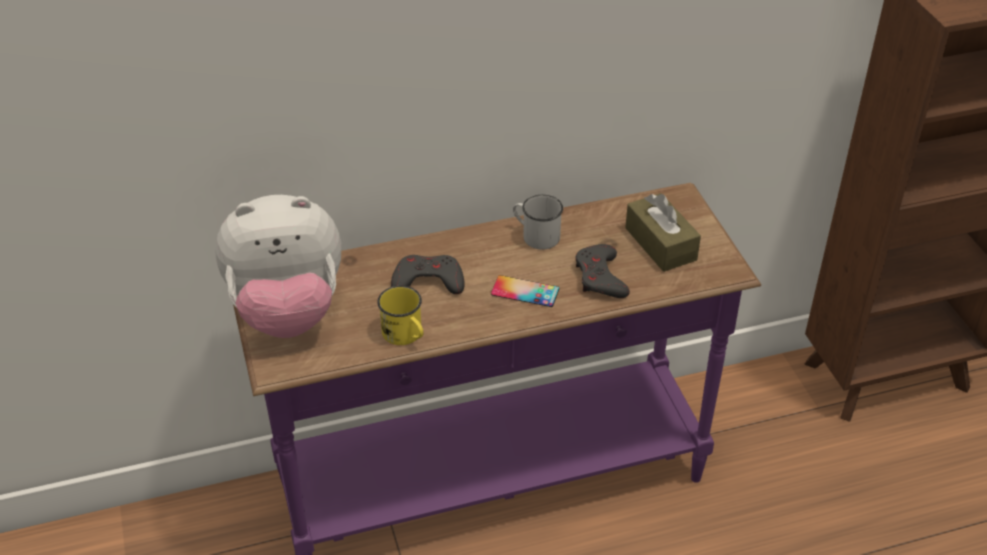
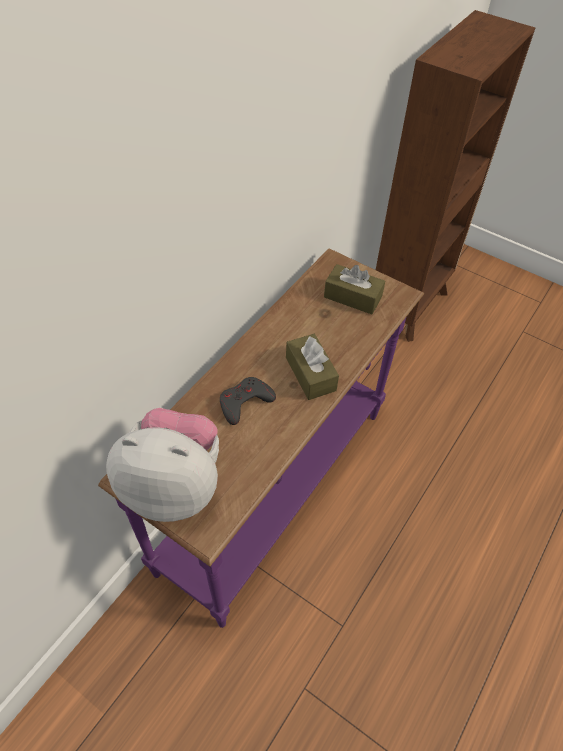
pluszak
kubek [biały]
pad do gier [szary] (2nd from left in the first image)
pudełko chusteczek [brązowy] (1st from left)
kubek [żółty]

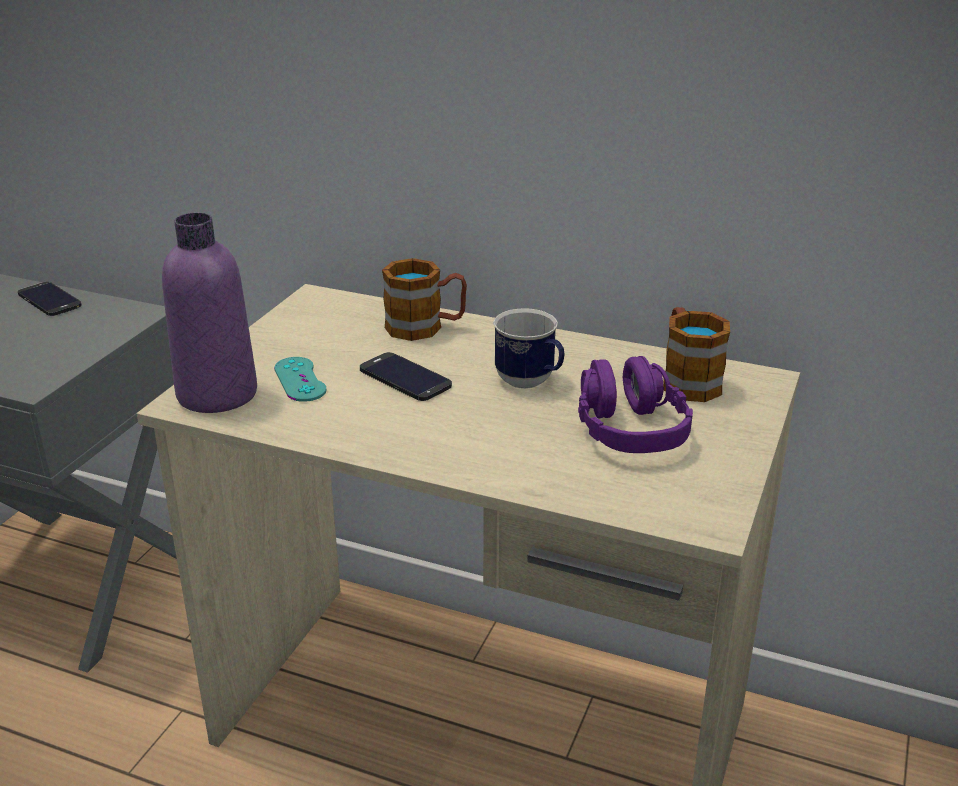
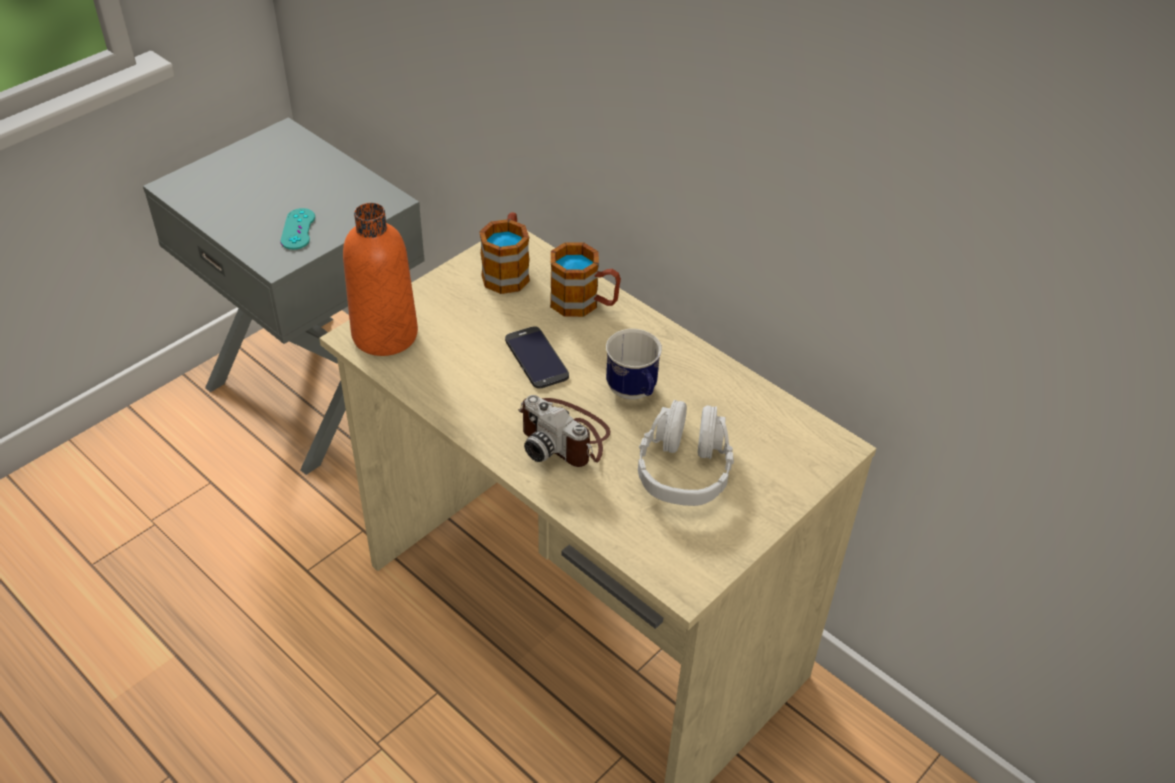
butelka [pomarańczowy]
telefon (1st from left in the first image)
kubek (1st from left)
słuchawki [szary]
pad do gier [turkusowy]
aparat fotograficzny

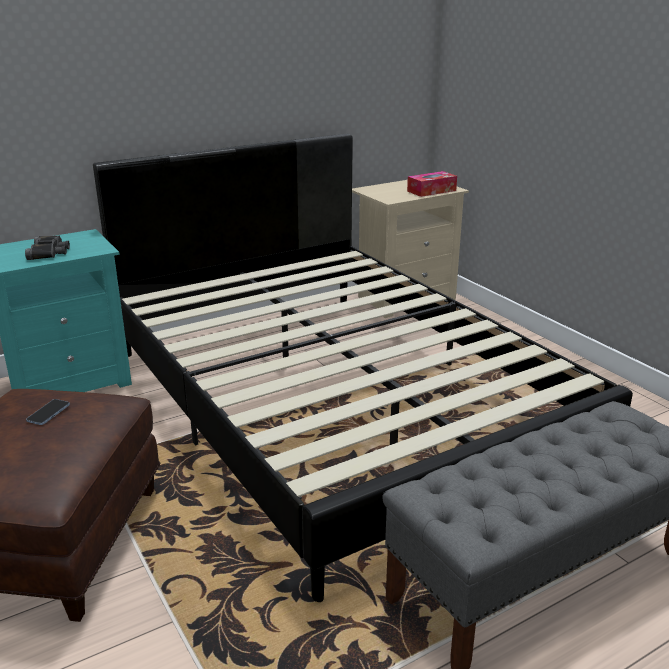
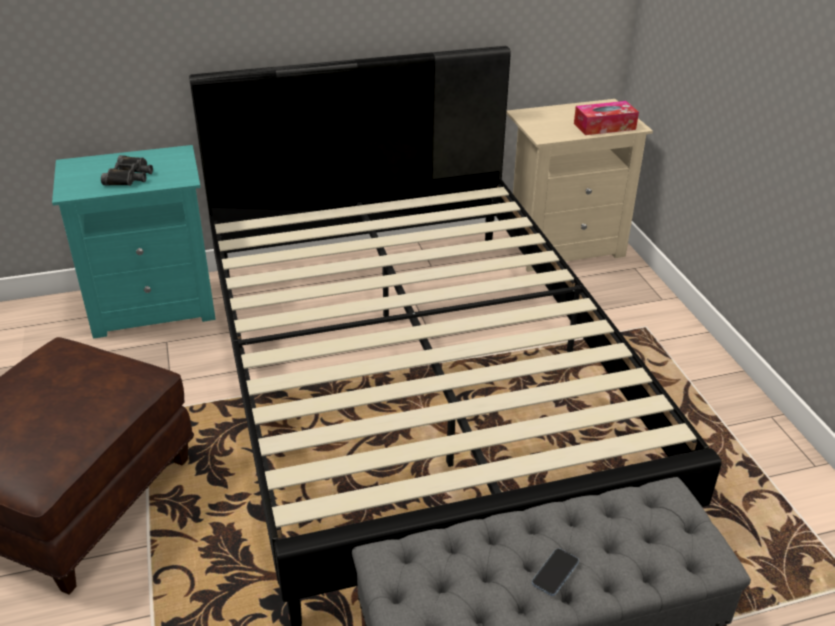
telefon

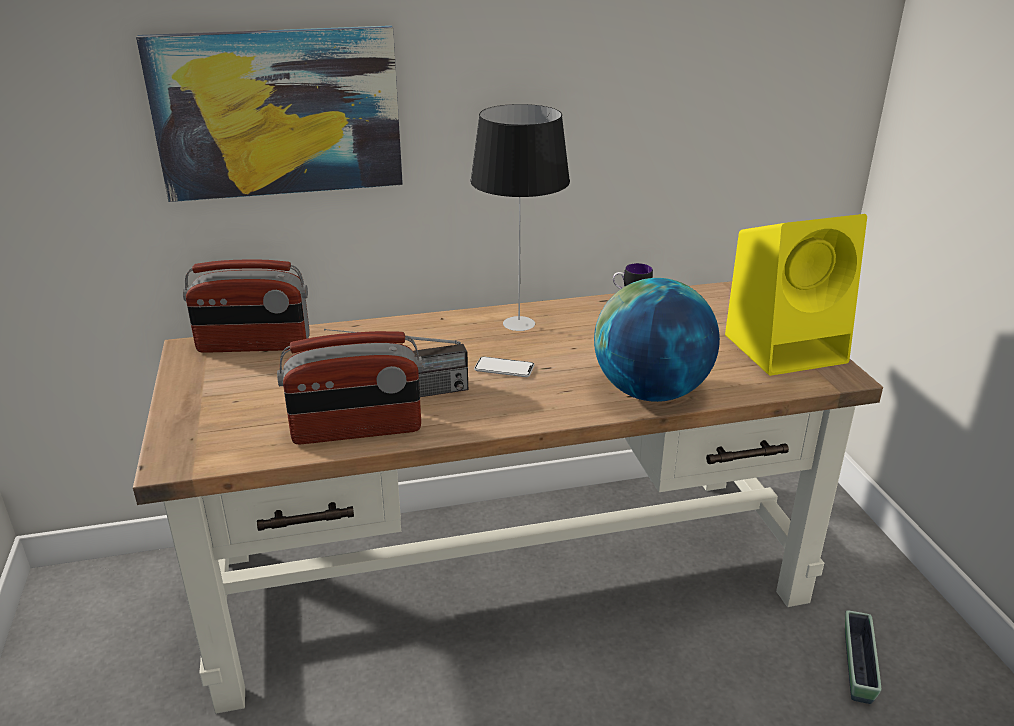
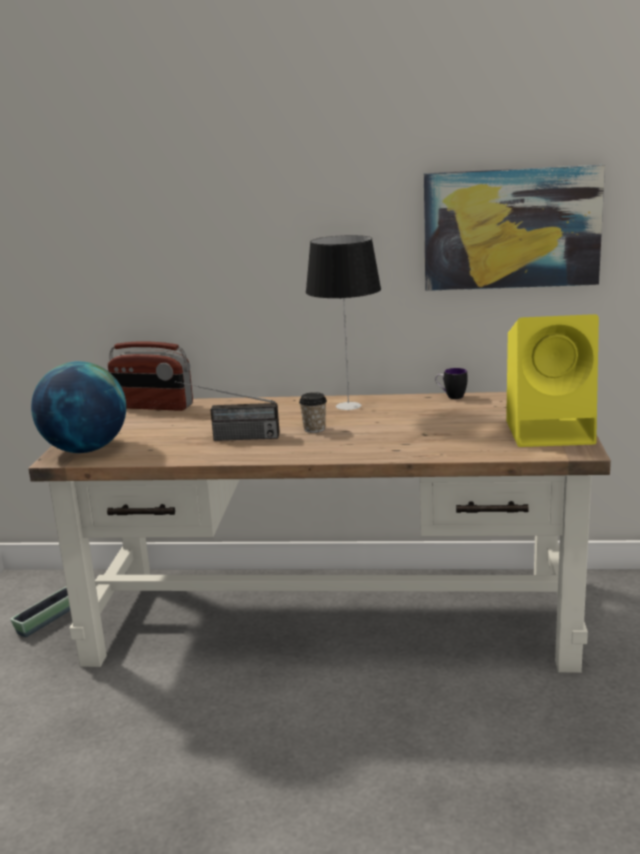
obraz
globus
radio (2nd from left in the first image)
filiżanka
donica

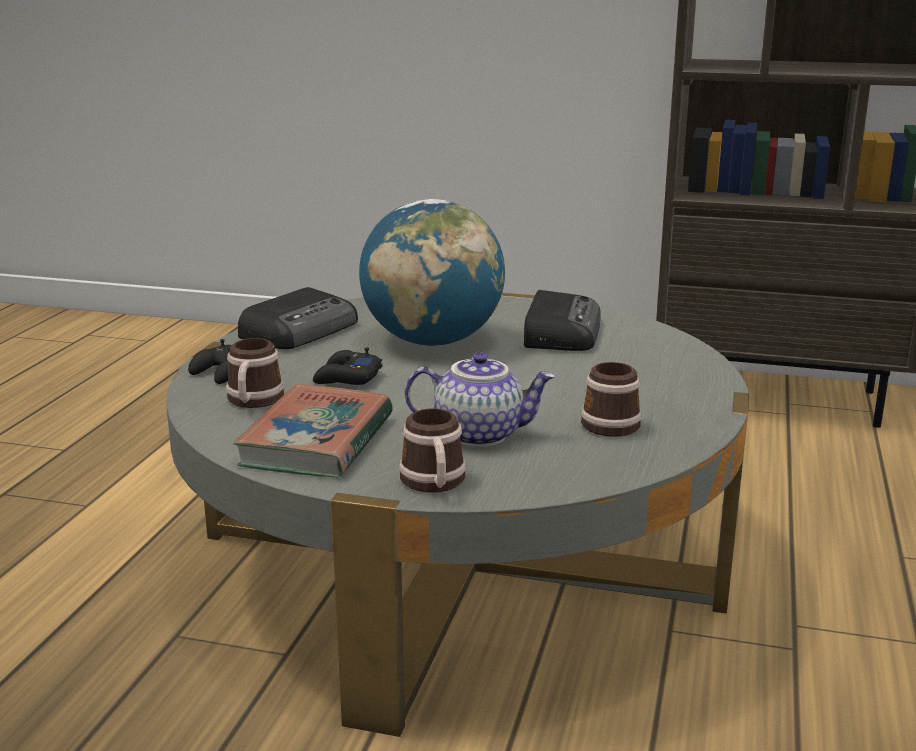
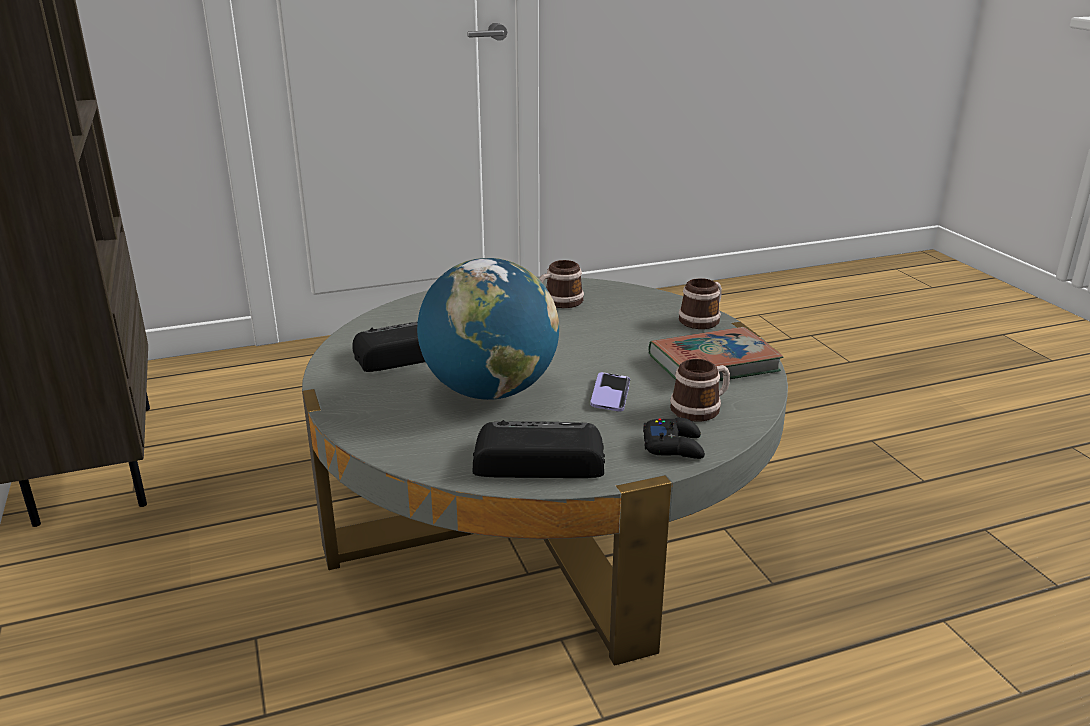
telefon
imbryk

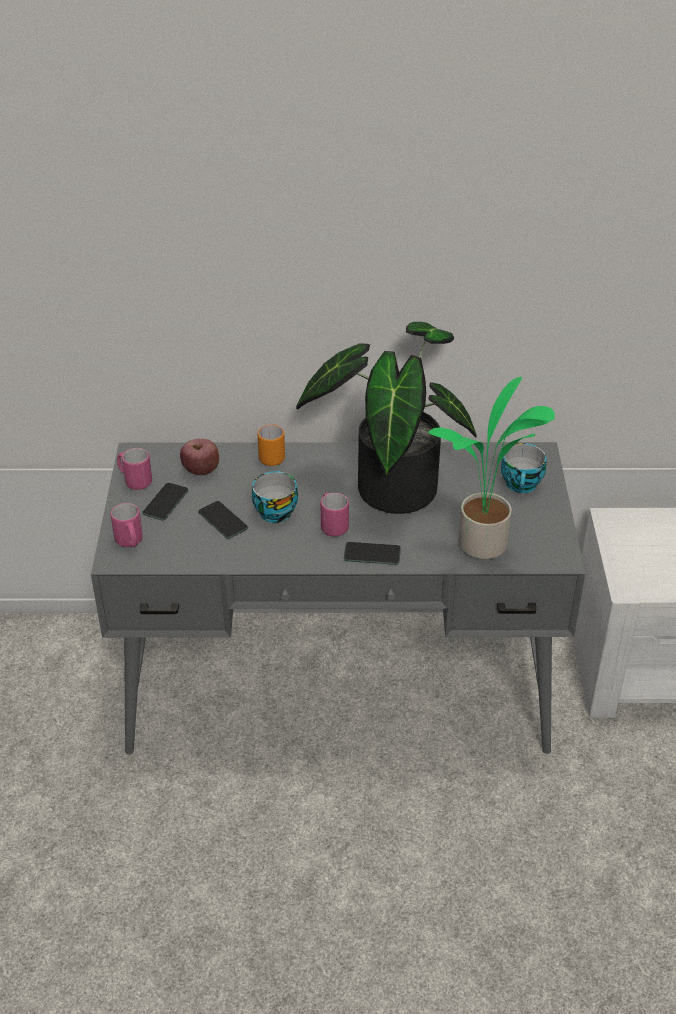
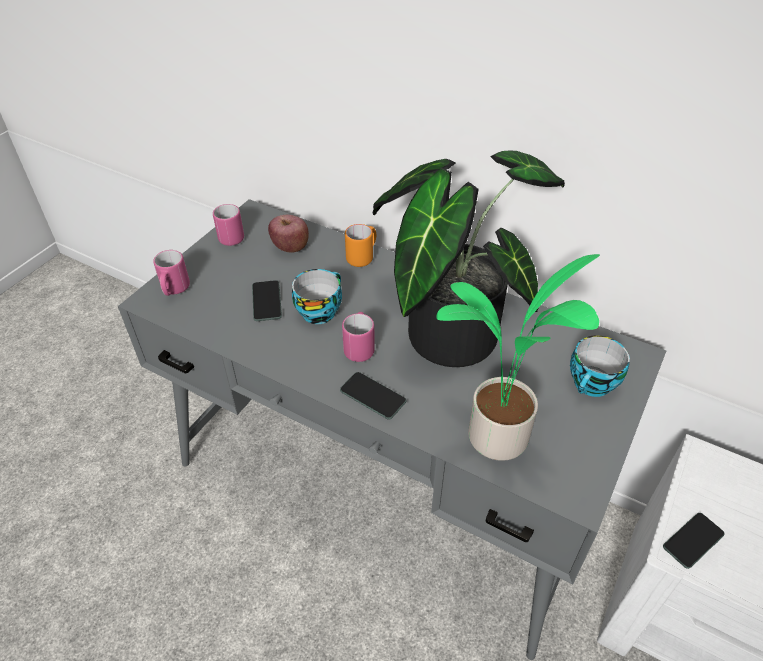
telefon (3rd from left)

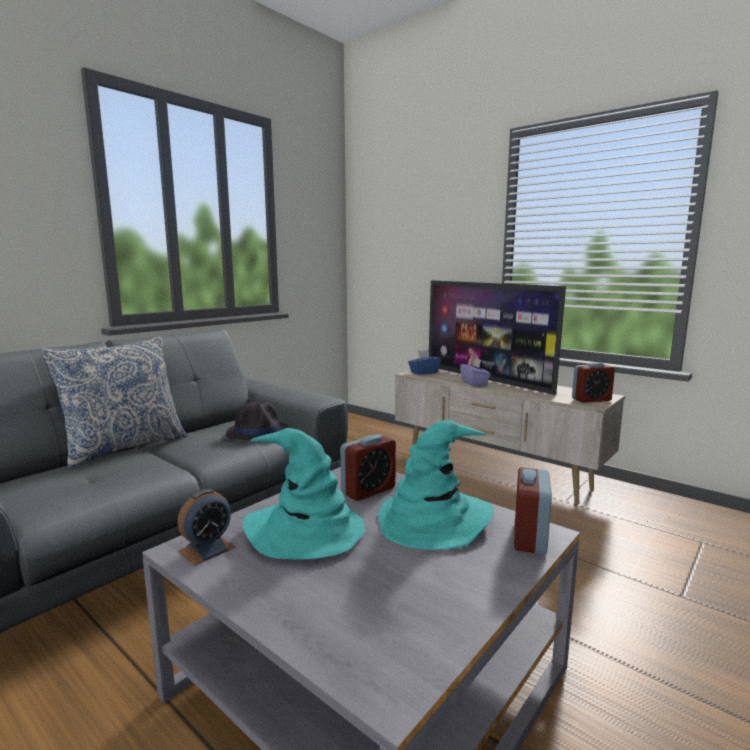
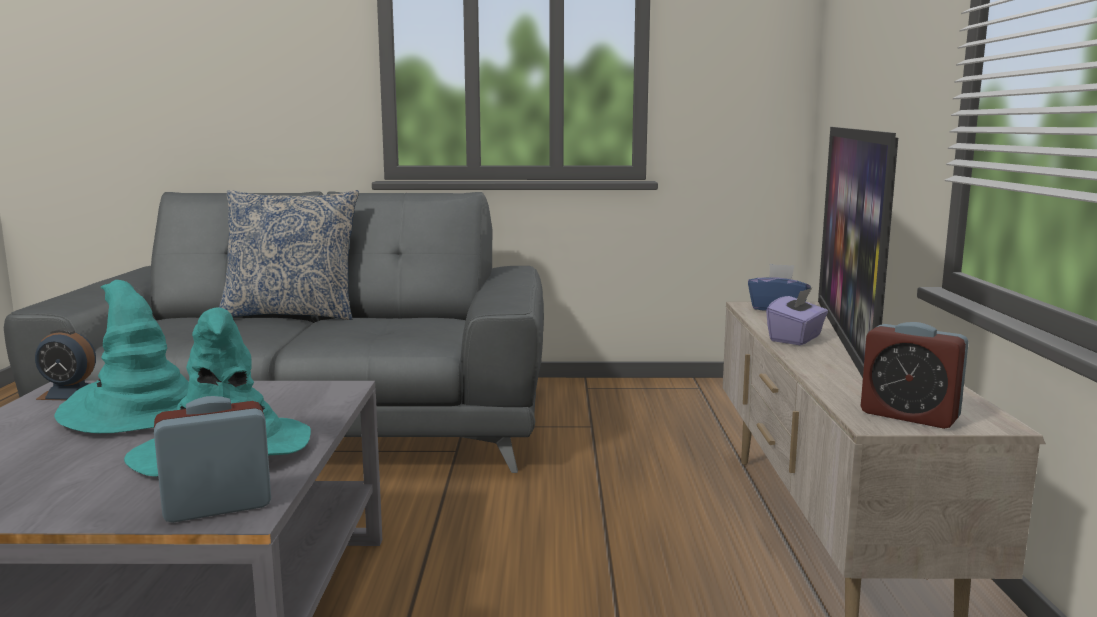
kapelusz [czarny]
budzik (2nd from left in the first image)

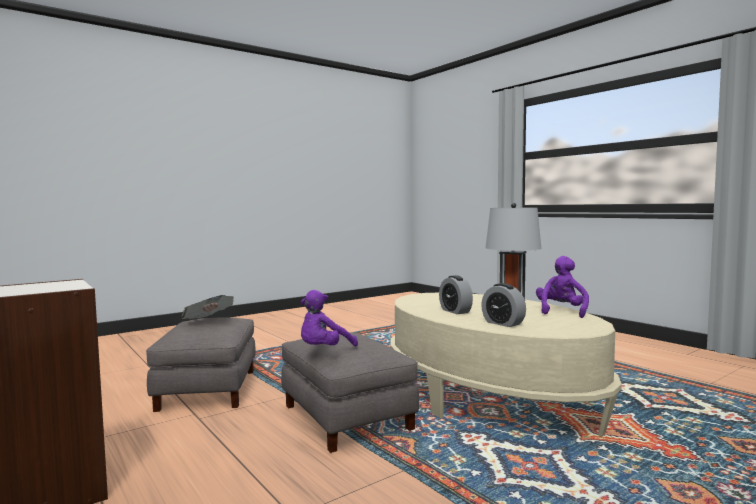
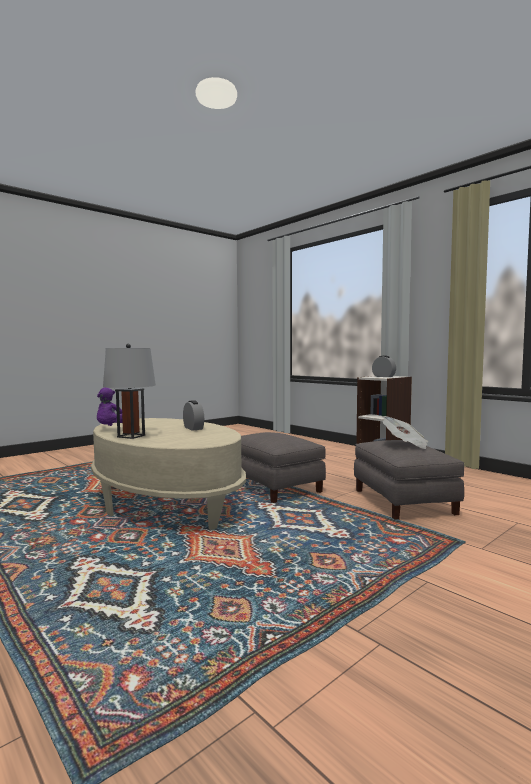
budzik (2nd from left)
pluszak [fioletowy] (1st from left in the first image)

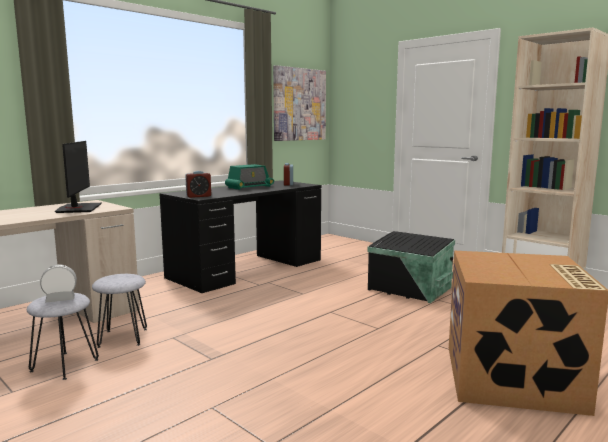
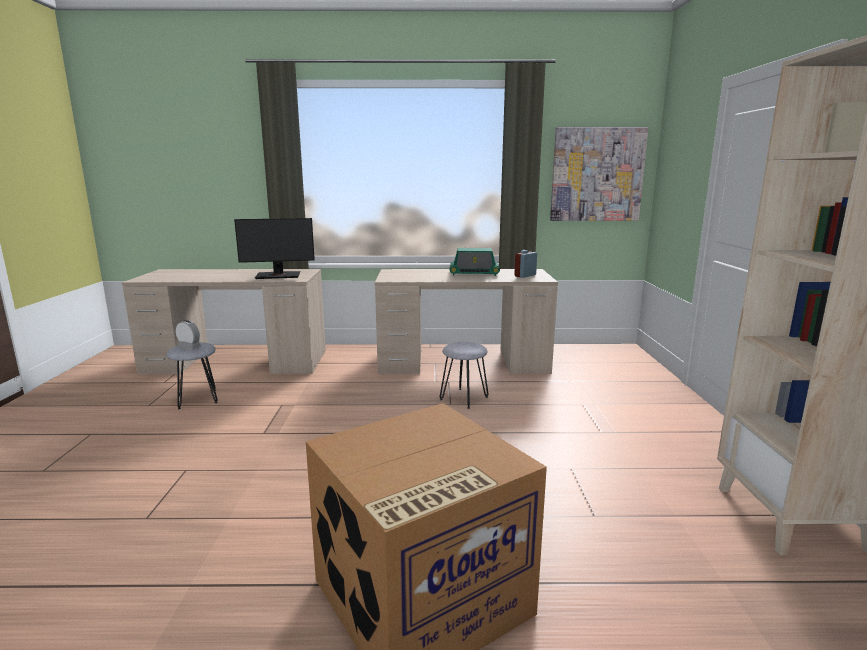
monitor
budzik (2nd from left in the first image)
biurko [beżowy] (2nd from left)
pojemnik do przechowywania [czarny]
stołek [szary] (2nd from left)

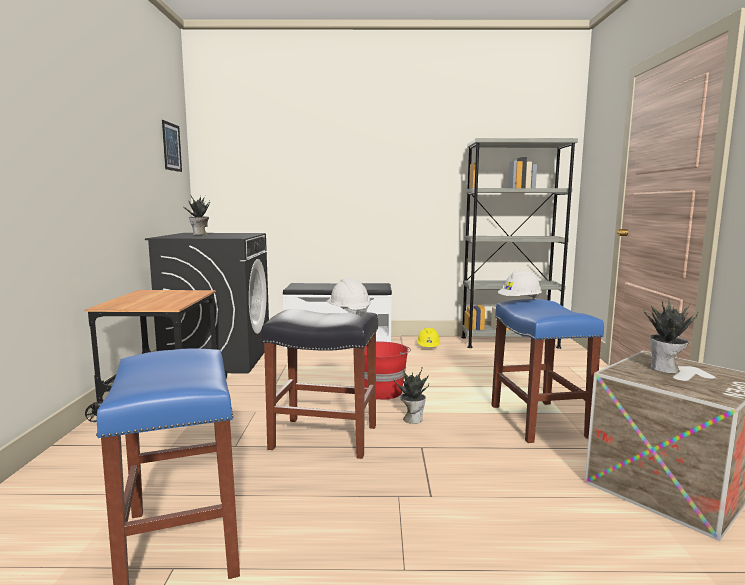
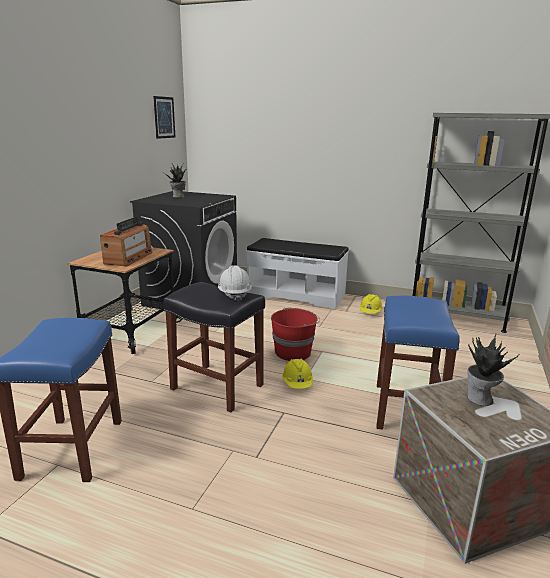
kask [biały] (2nd from left in the first image)
kask [żółty] (1st from left)
radio

